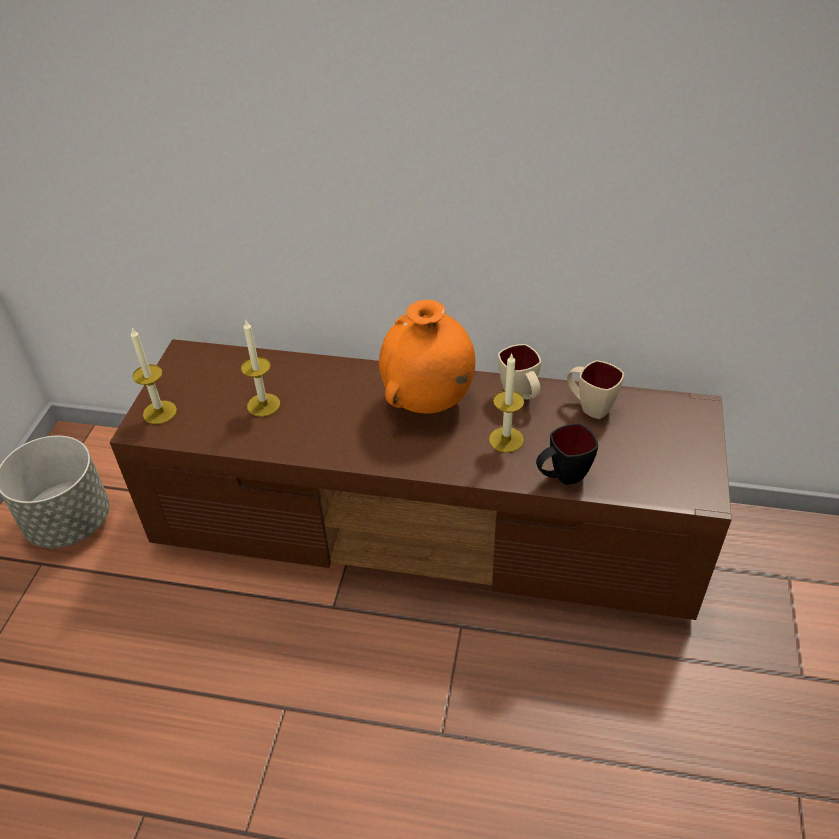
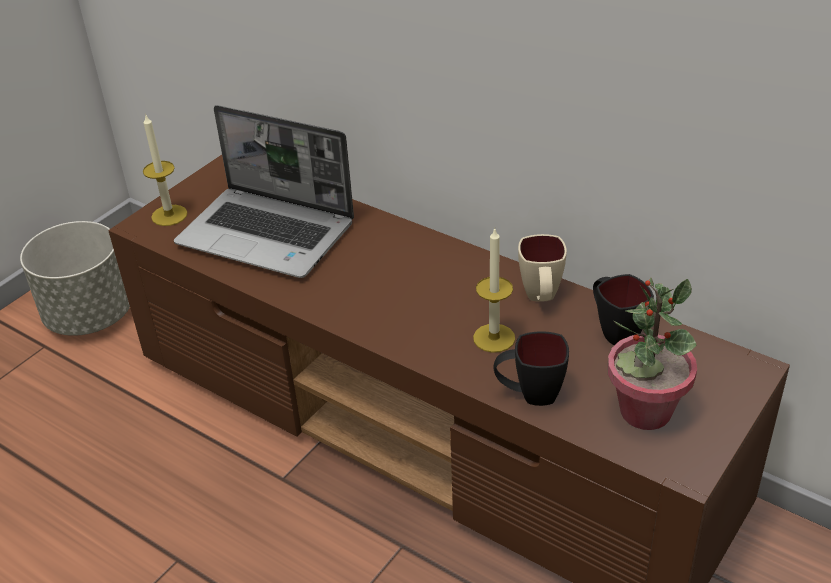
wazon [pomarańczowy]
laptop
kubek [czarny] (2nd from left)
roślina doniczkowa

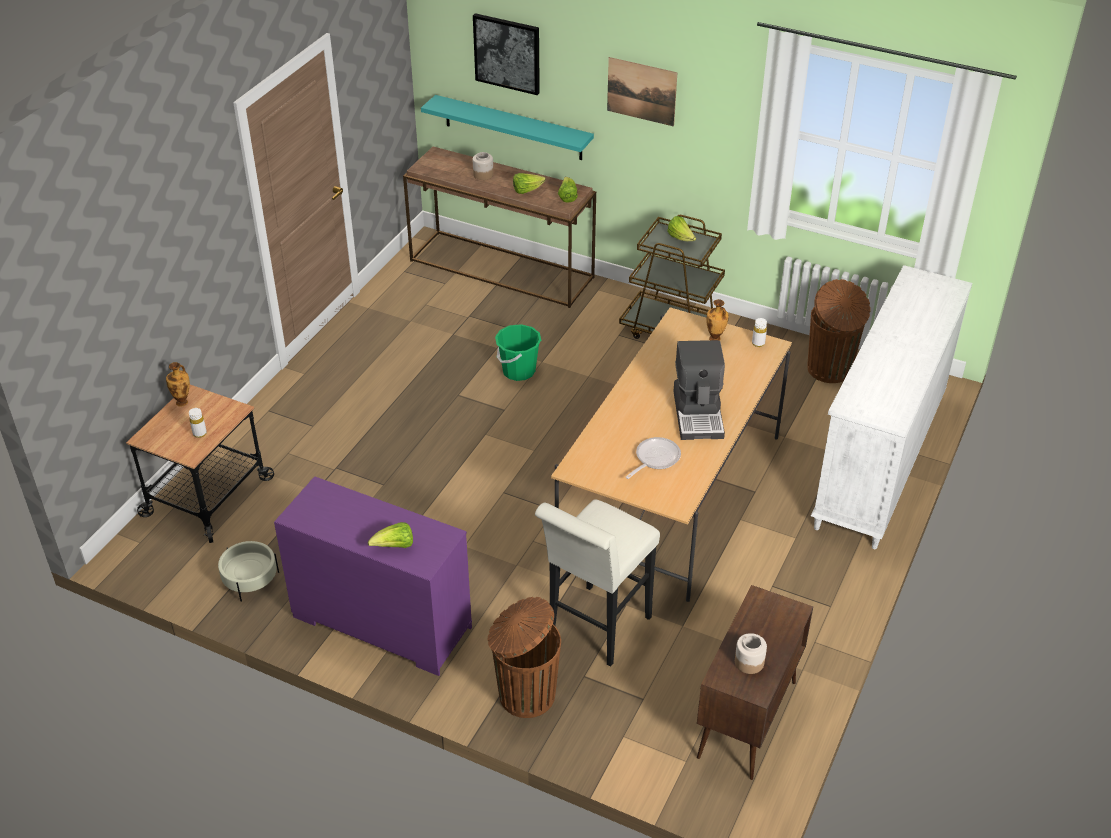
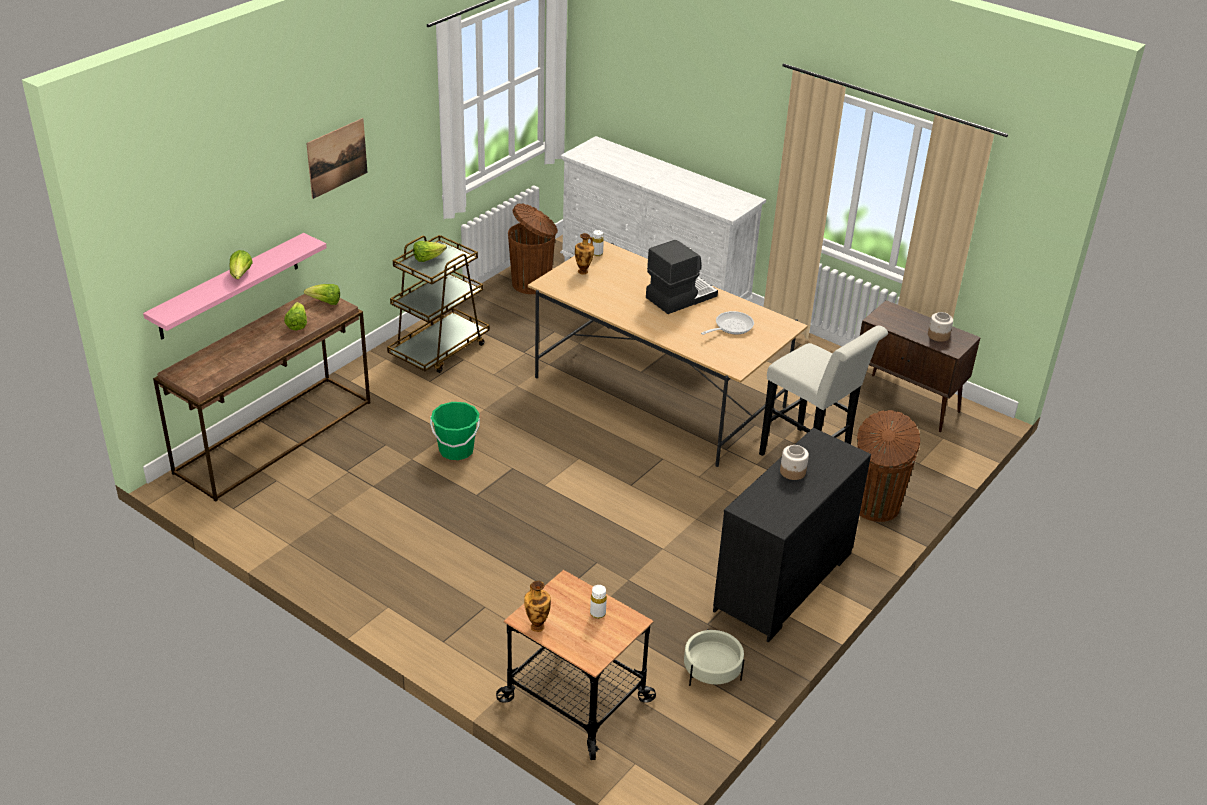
obraz (1st from left in the first image)
półka [różowy]
słoik (1st from left)
ekspres do kawy
patelnia
komoda [czarny]
sałata (1st from left)

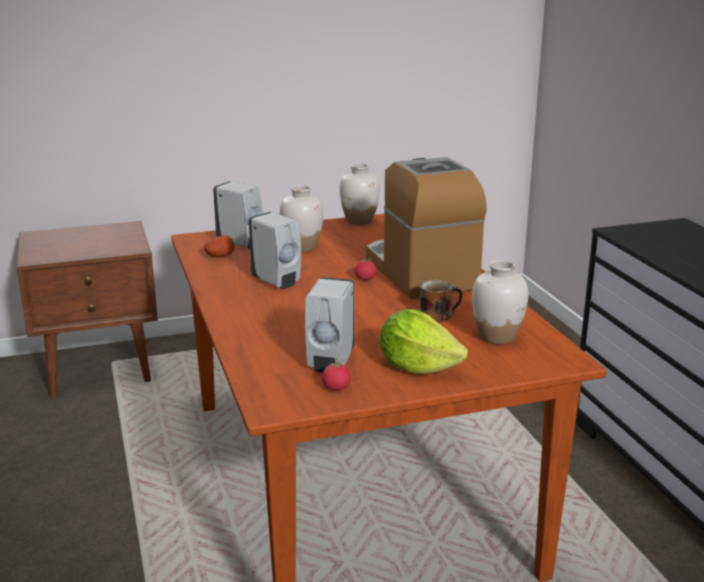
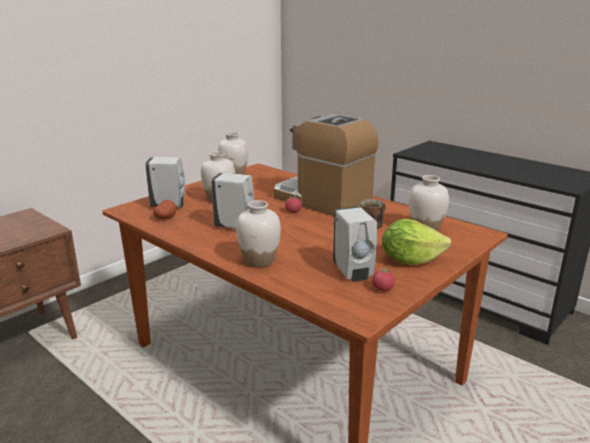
wazon [biały] (3rd from left)

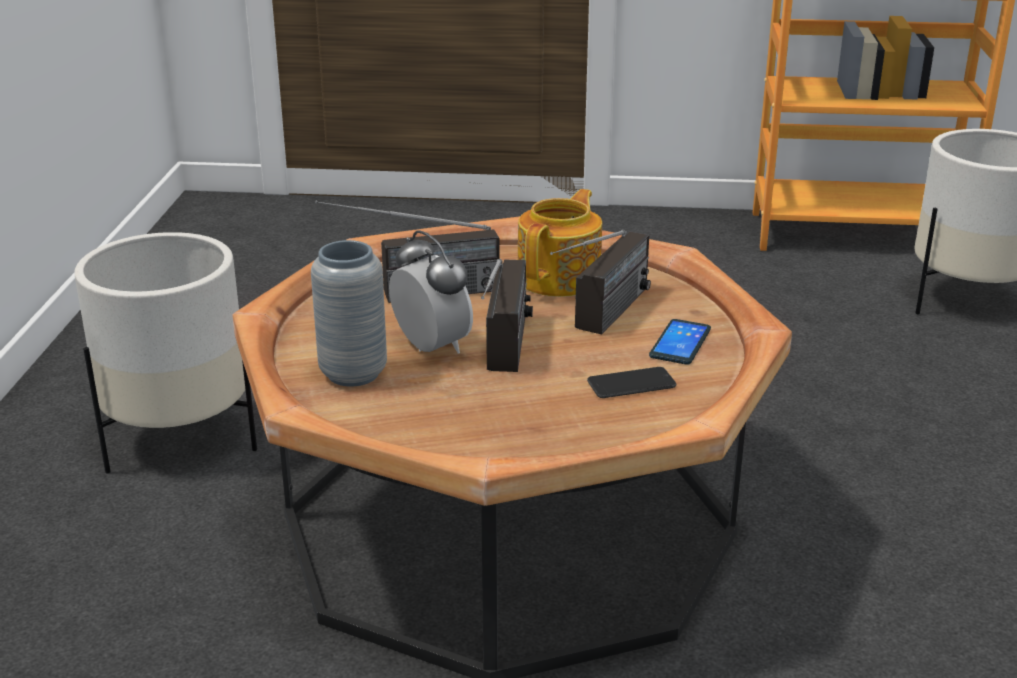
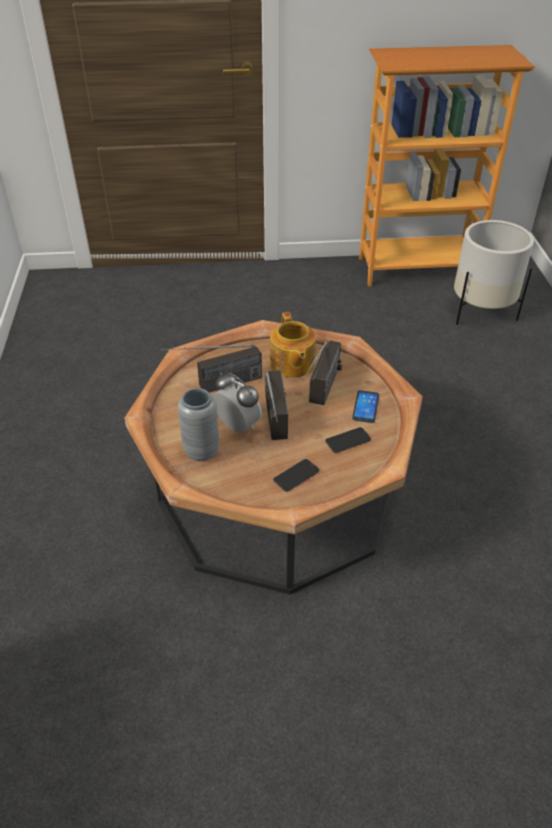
imbryk
donica [biały] (1st from left in the first image)
telefon (1st from left)

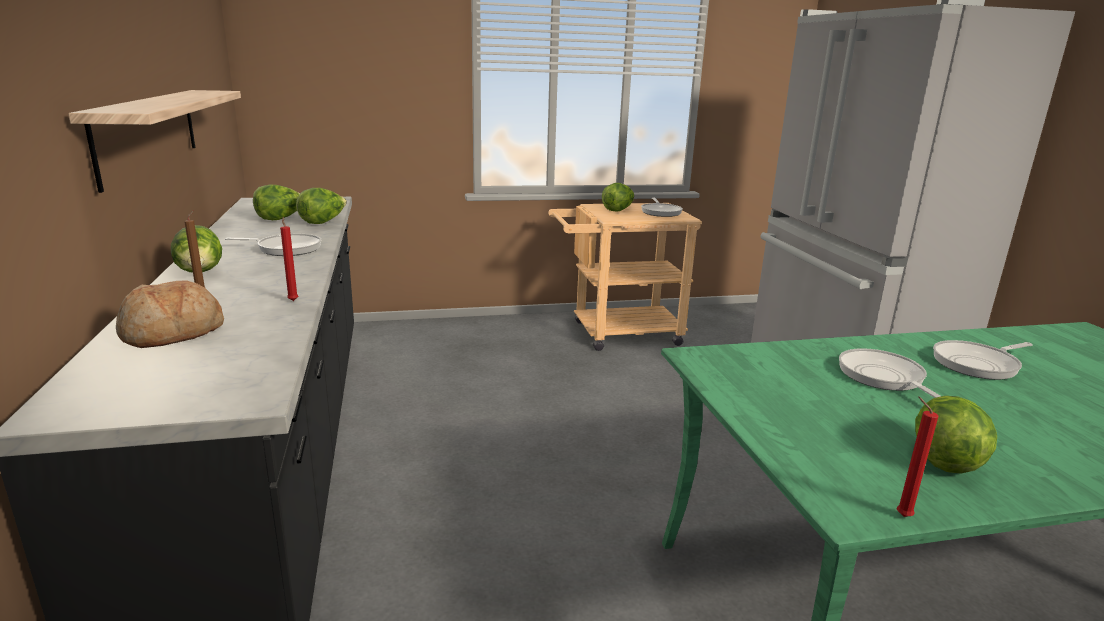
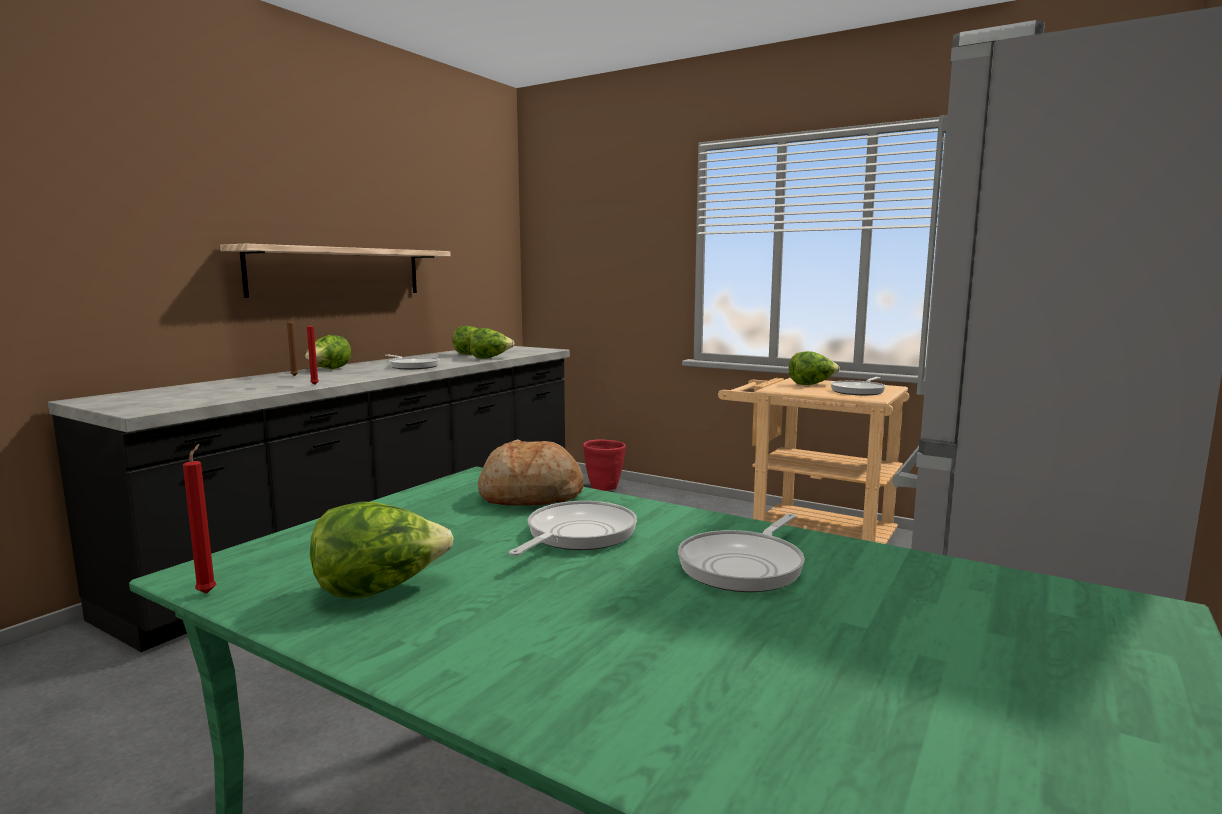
chleb
patelnia (3rd from left)
donica [czerwony]

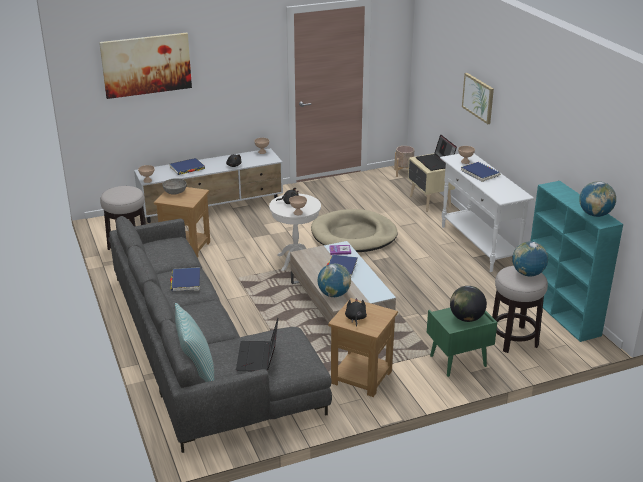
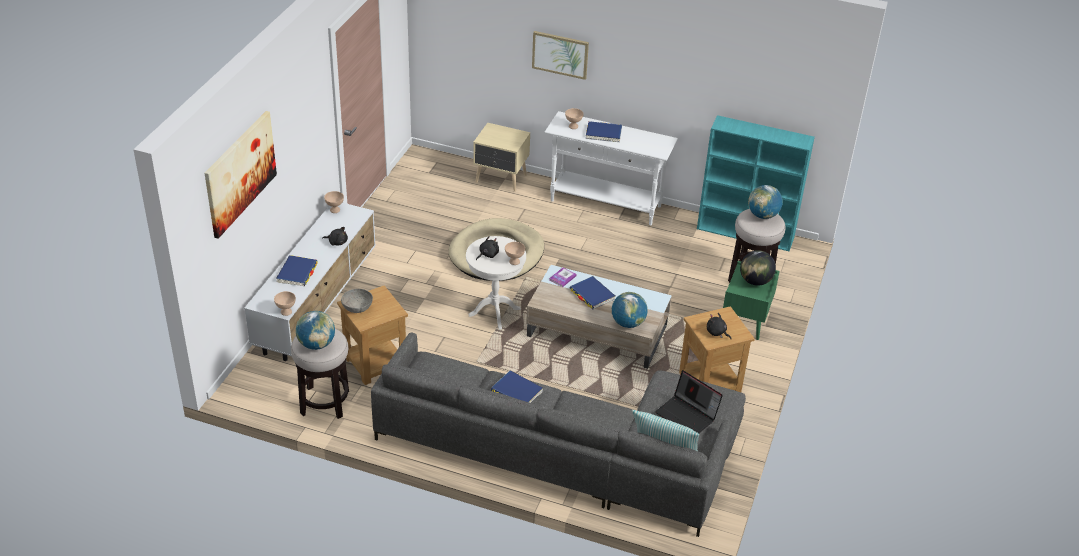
laptop (2nd from left in the first image)
donica [beżowy]
globus (1st from left)

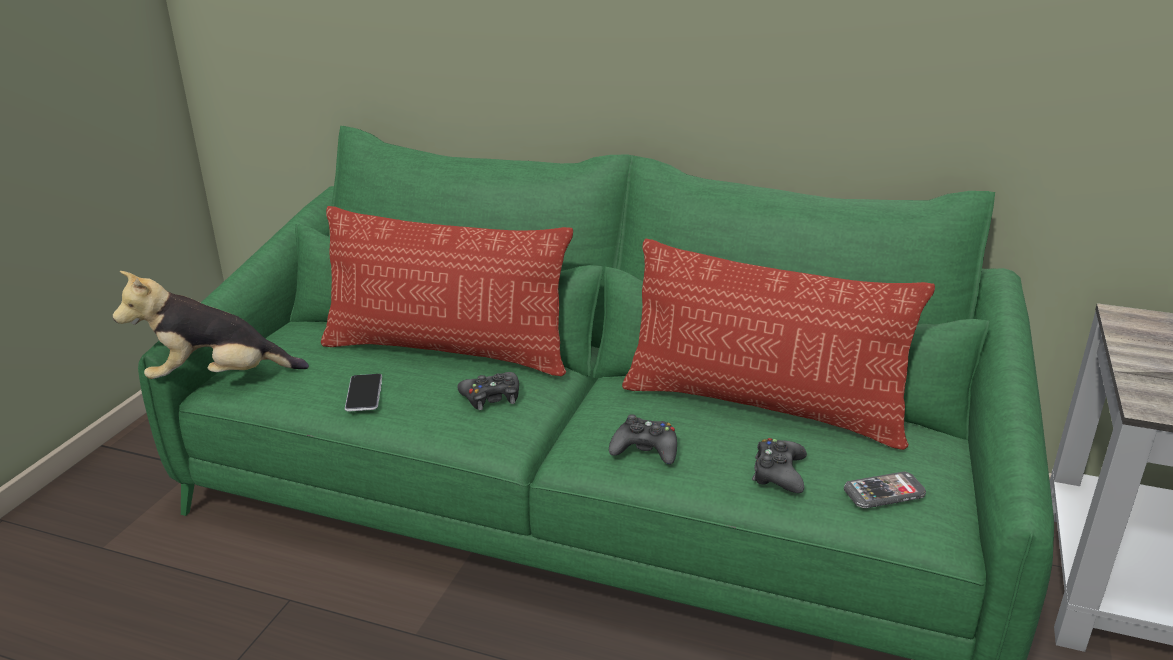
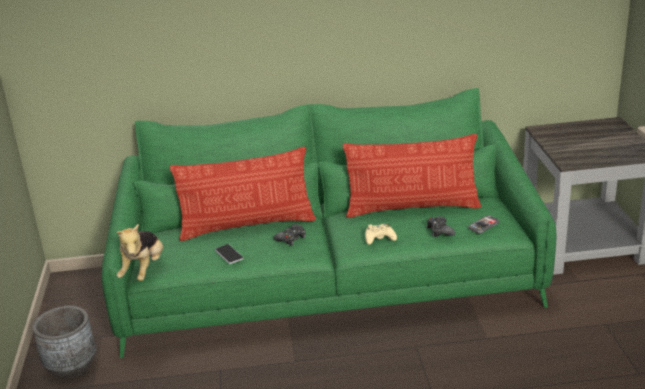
pluszak
pad do gier [beżowy]
donica [szary]

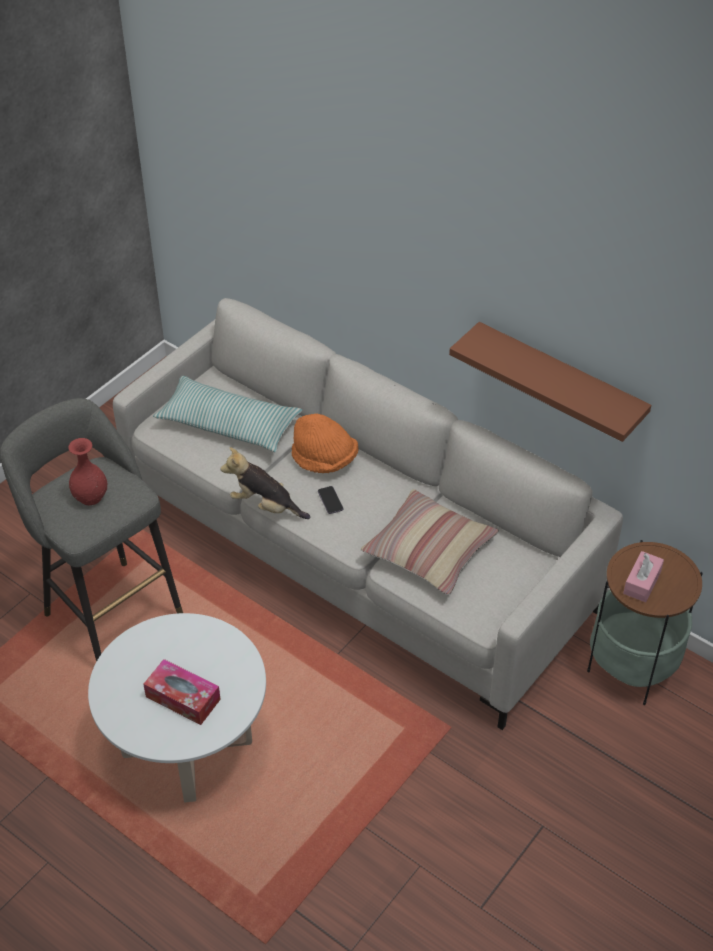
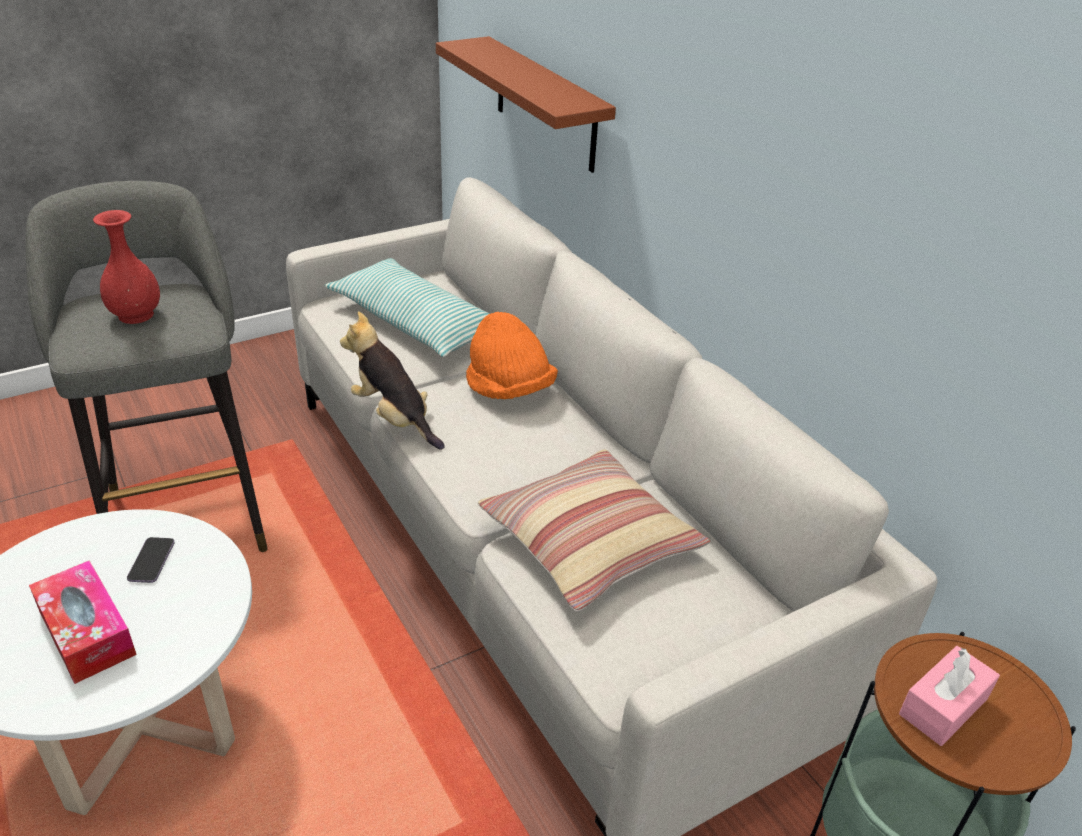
półka [brązowy]
telefon

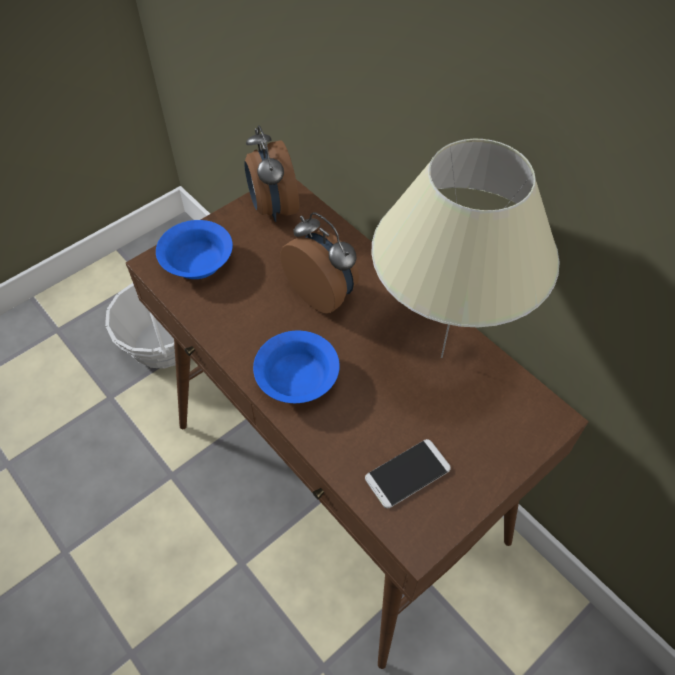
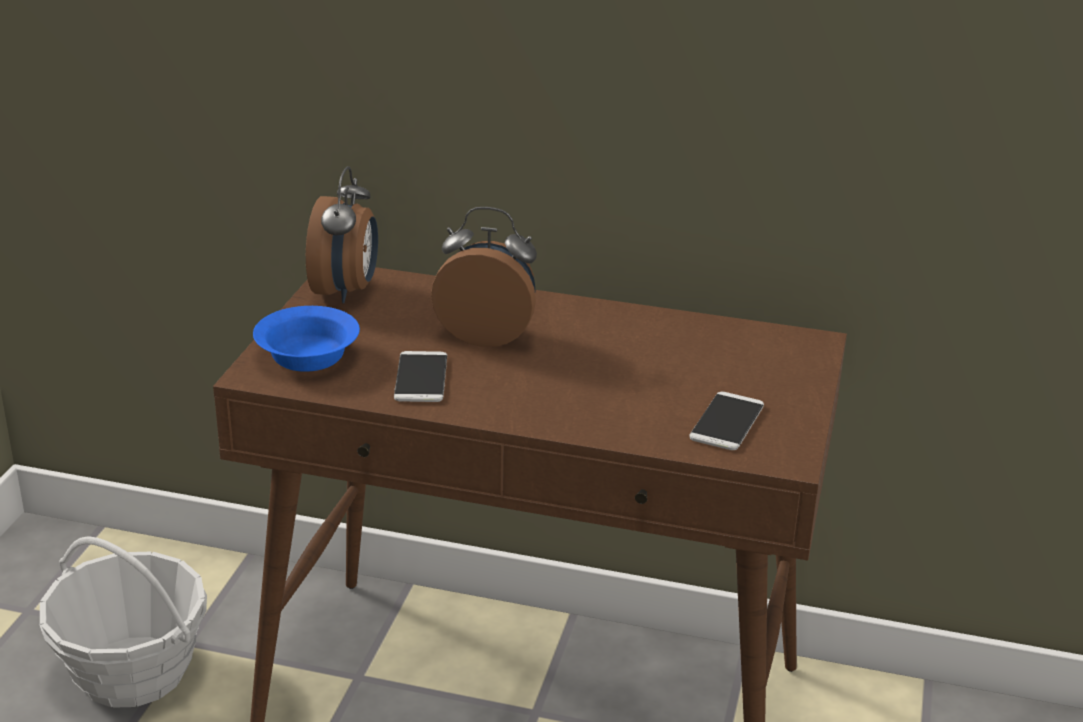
budzik (1st from left)
lampa stołowa [beżowy]
miska [niebieski] (2nd from left in the first image)
telefon (1st from left)

